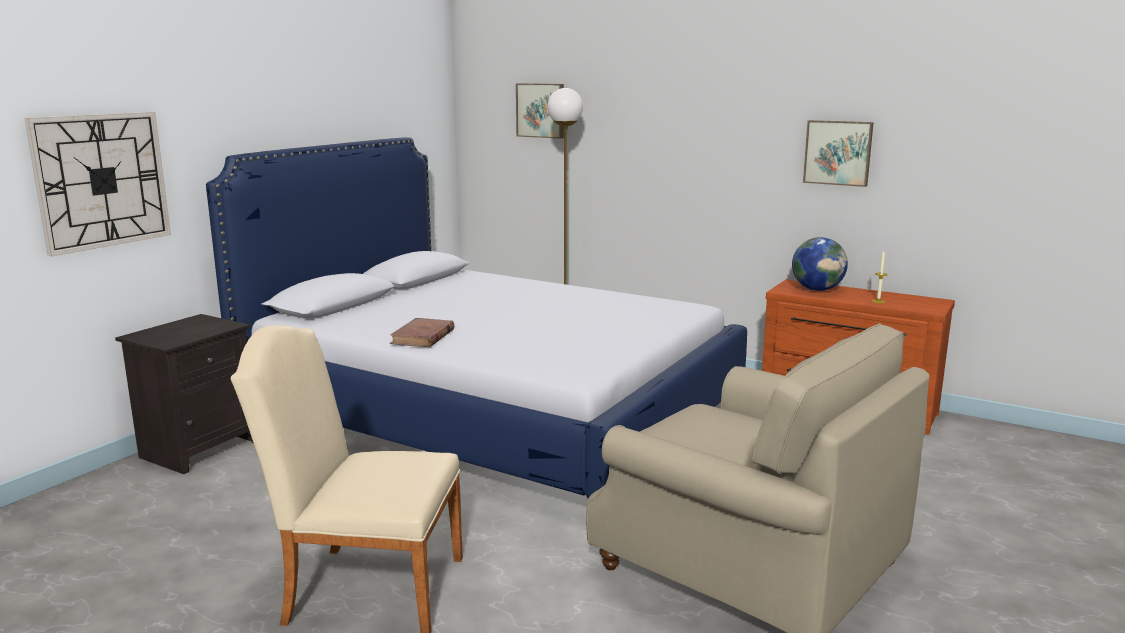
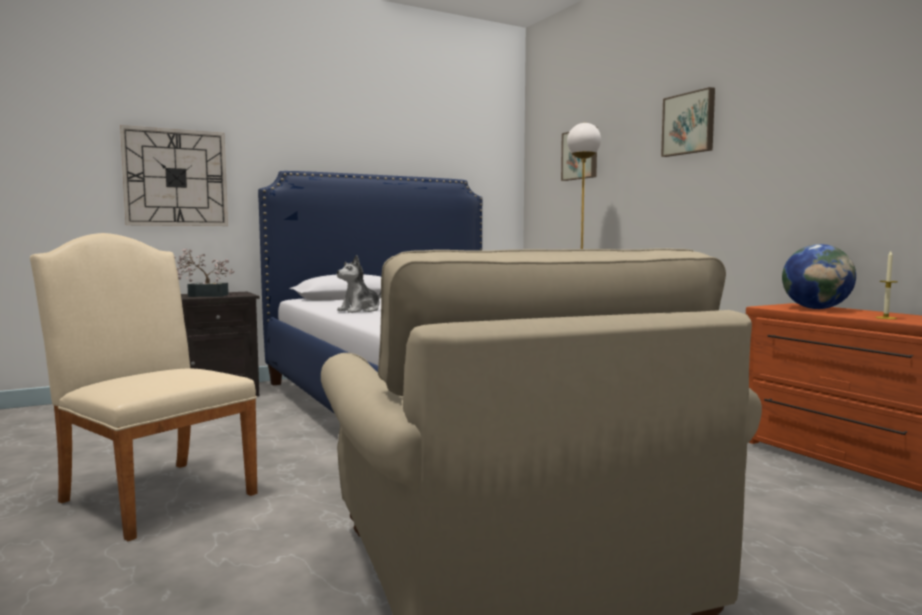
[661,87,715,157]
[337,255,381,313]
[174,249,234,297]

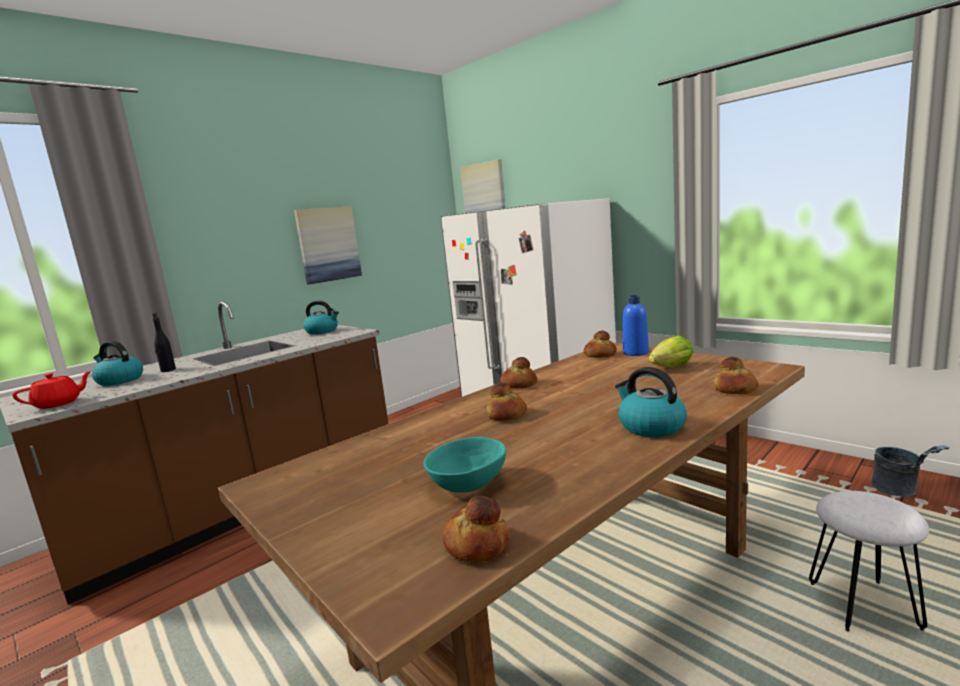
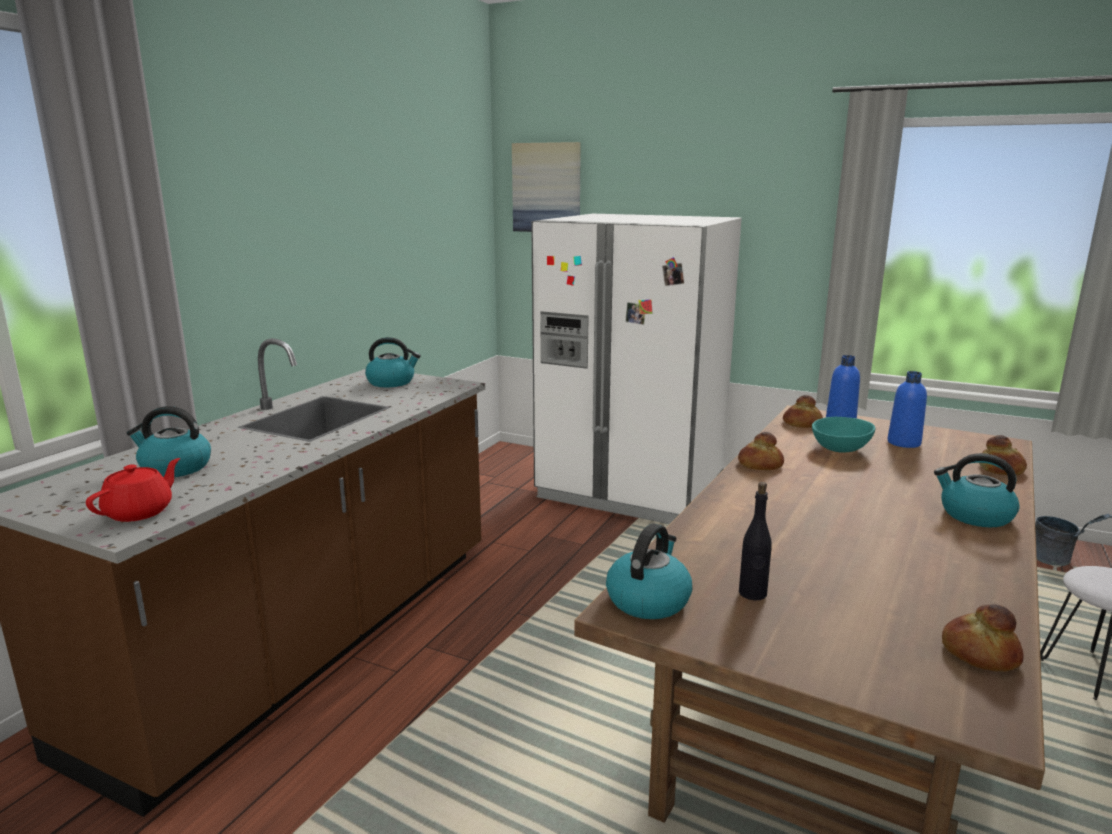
[294,206,362,284] (first image)
[739,482,772,600]
[887,371,927,448]
[487,382,527,421] (first image)
[812,417,875,453]
[606,523,692,619]

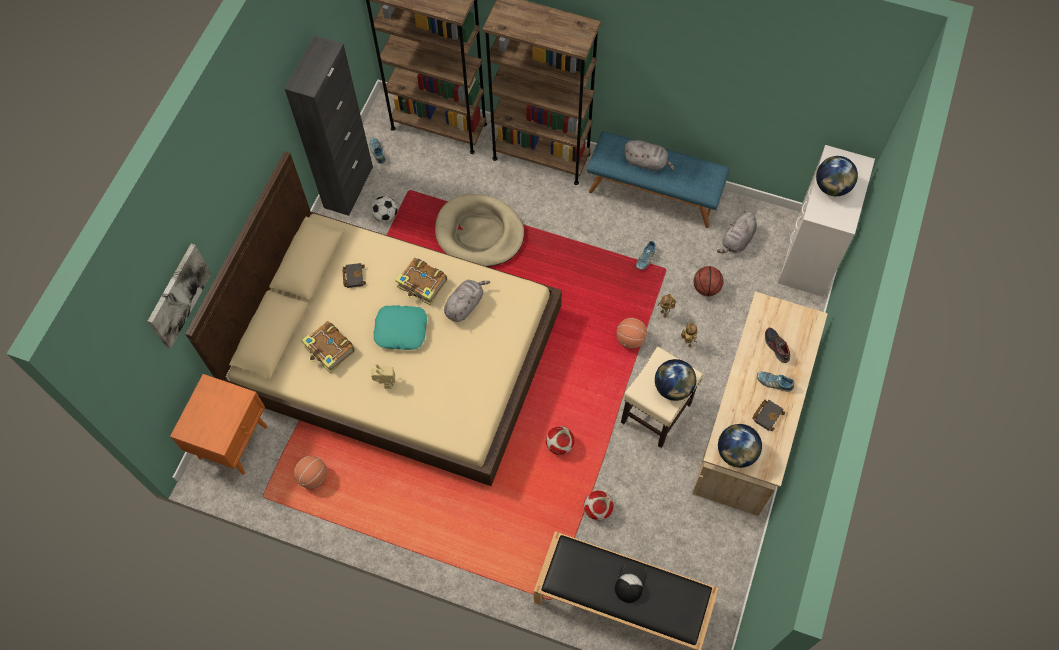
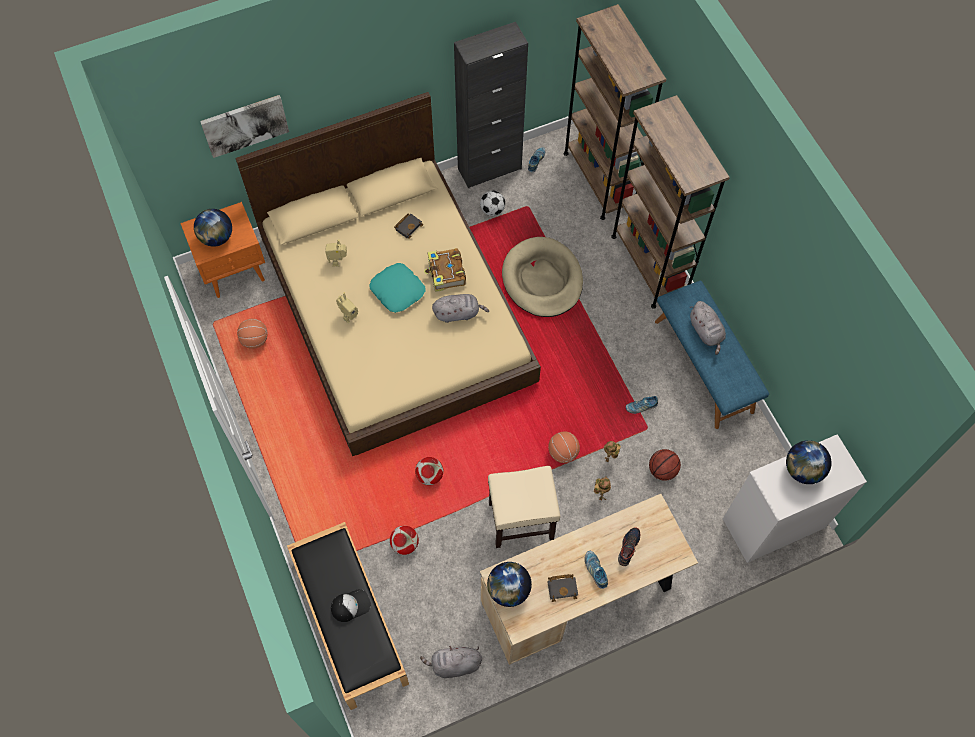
[420,646,482,678]
[325,239,347,267]
[194,209,232,247]

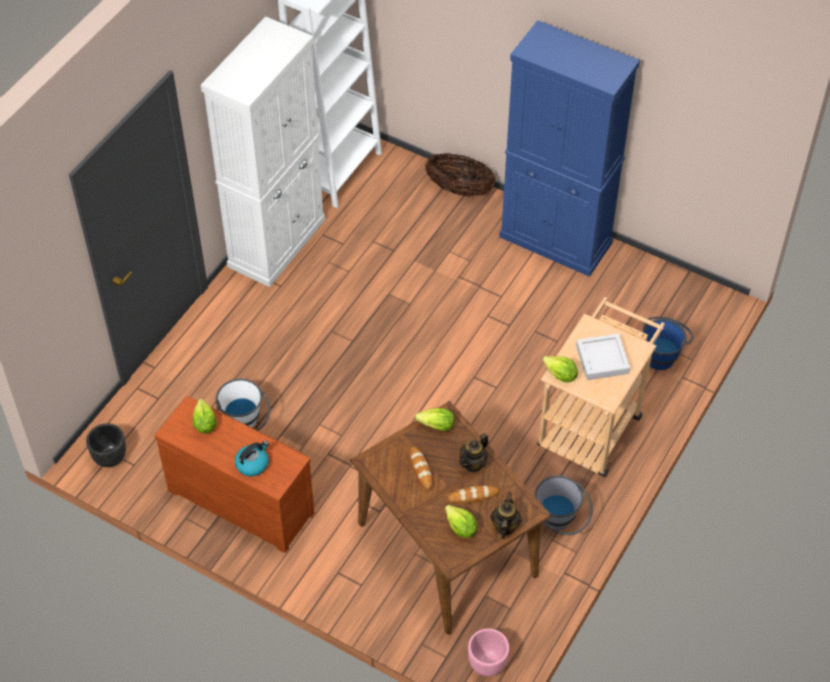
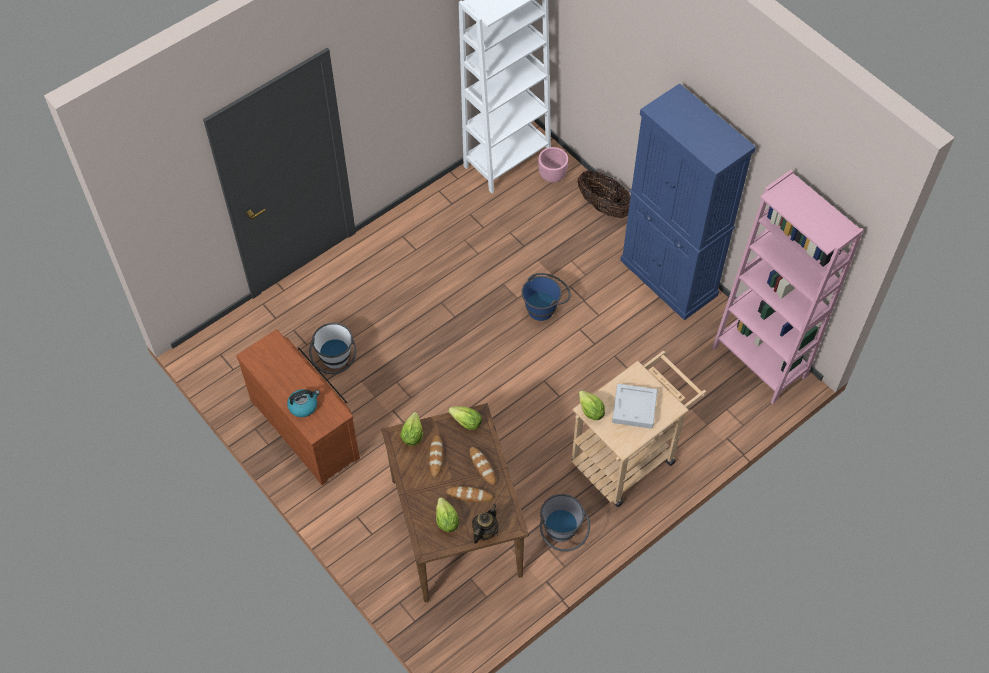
[201,17,325,287] (first image)
[521,273,571,321]
[400,412,423,446]
[86,423,126,467] (first image)
[470,447,496,485]
[538,147,568,182]
[712,170,864,404]

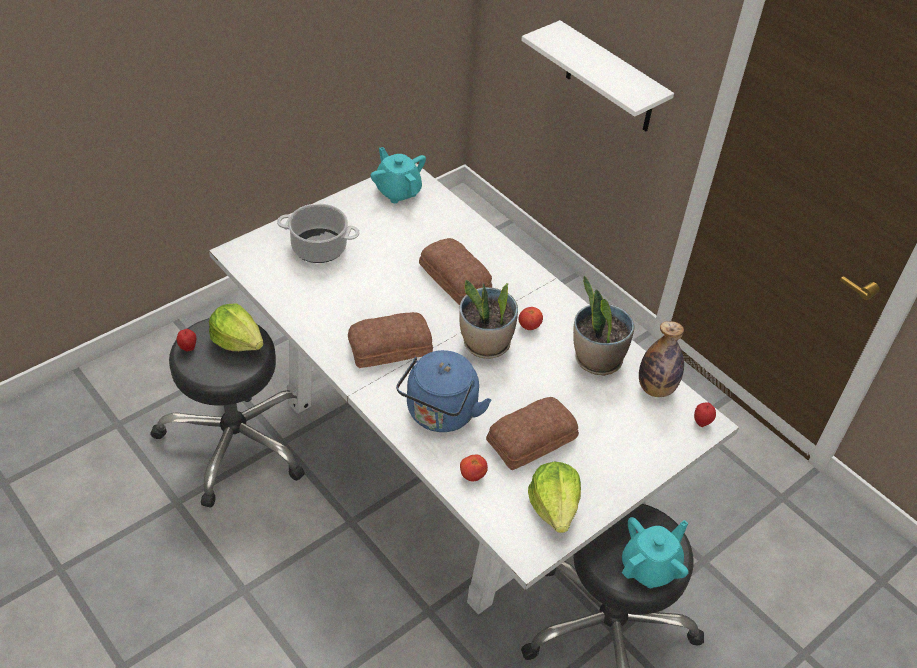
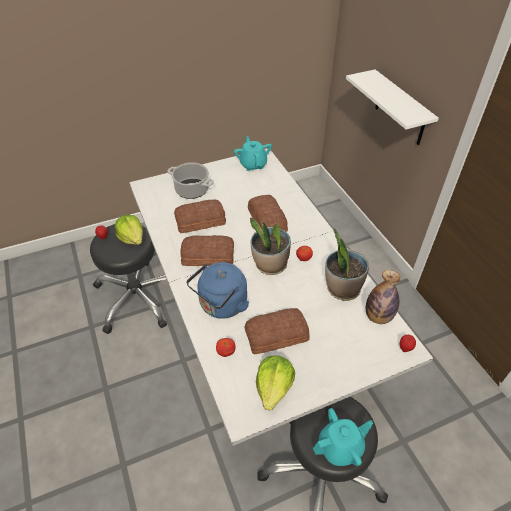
[174,199,226,233]

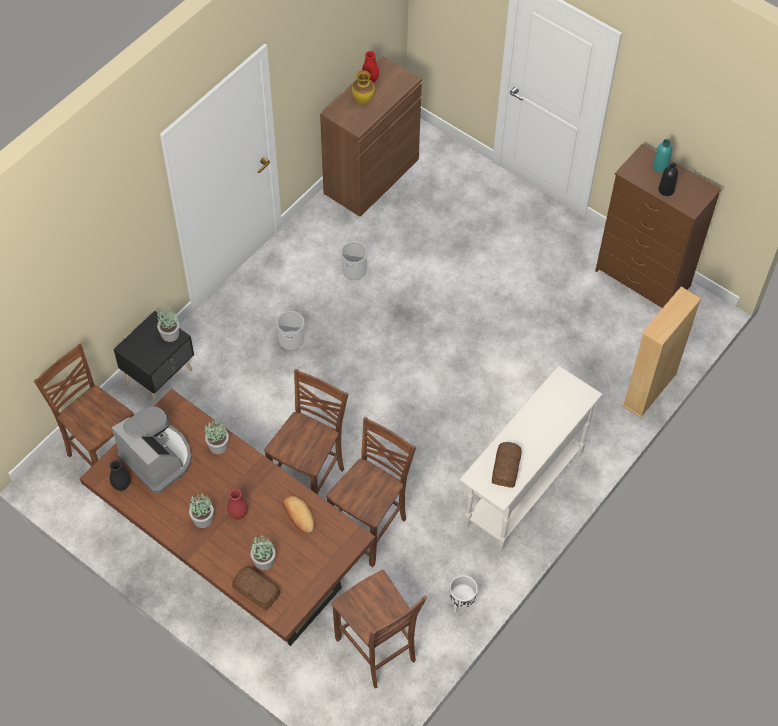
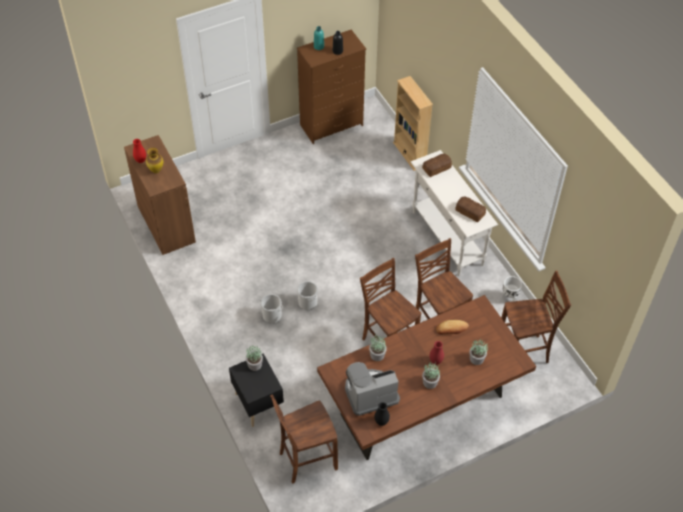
[297,281,318,310]
[422,154,452,177]

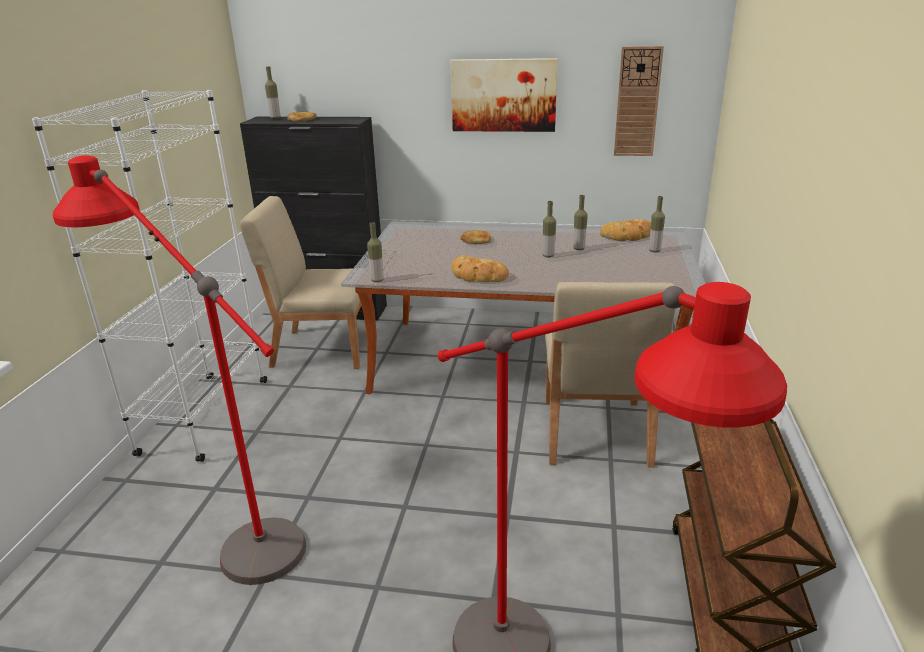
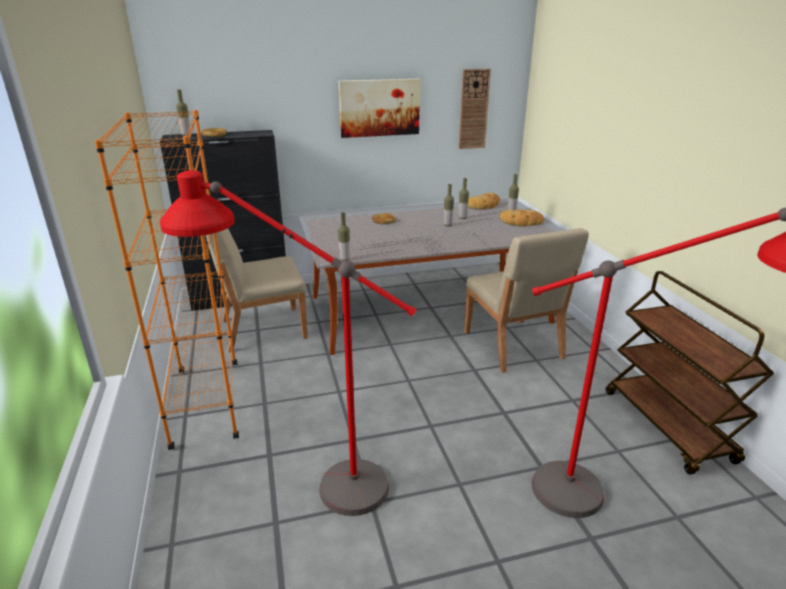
[95,110,239,450]
[500,210,545,226]

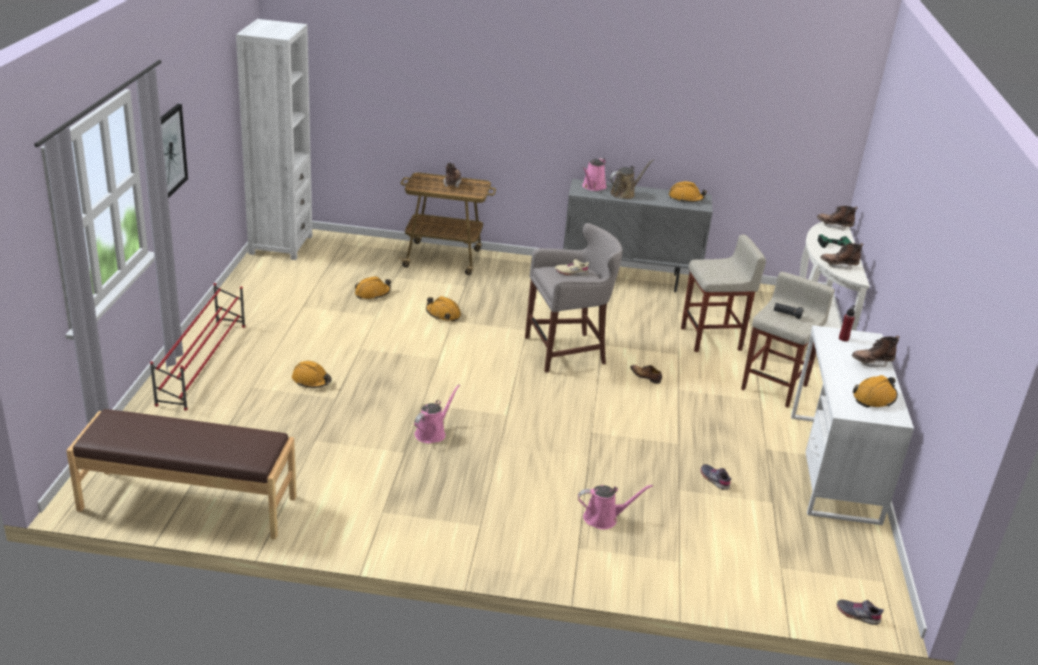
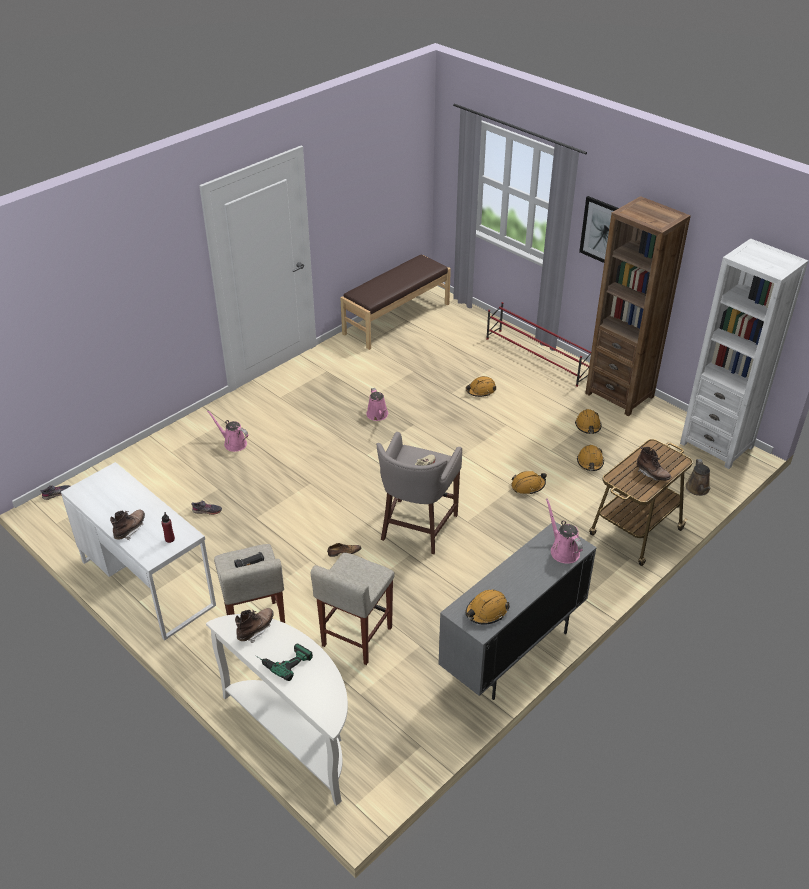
[685,459,711,496]
[817,206,858,231] (first image)
[575,409,601,434]
[207,410,248,452]
[585,196,691,416]

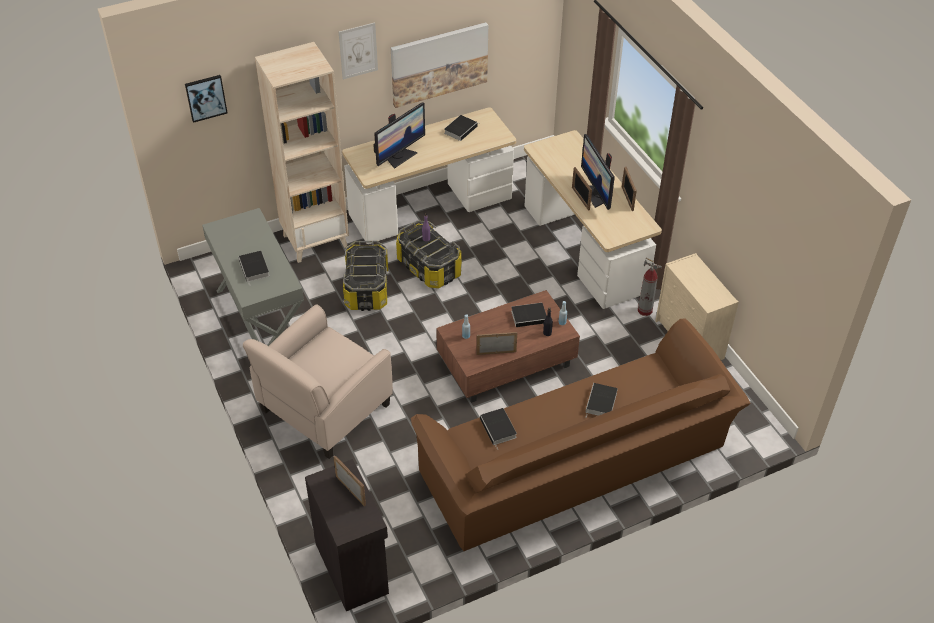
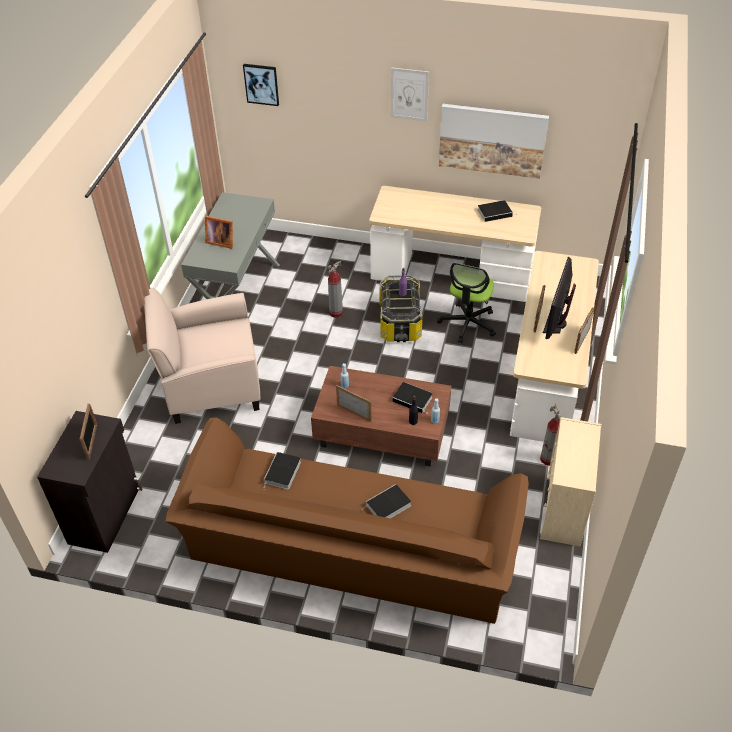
[255,42,349,263] (first image)
[373,102,425,169] (first image)
[327,261,343,318]
[205,216,233,249]
[437,263,496,343]

